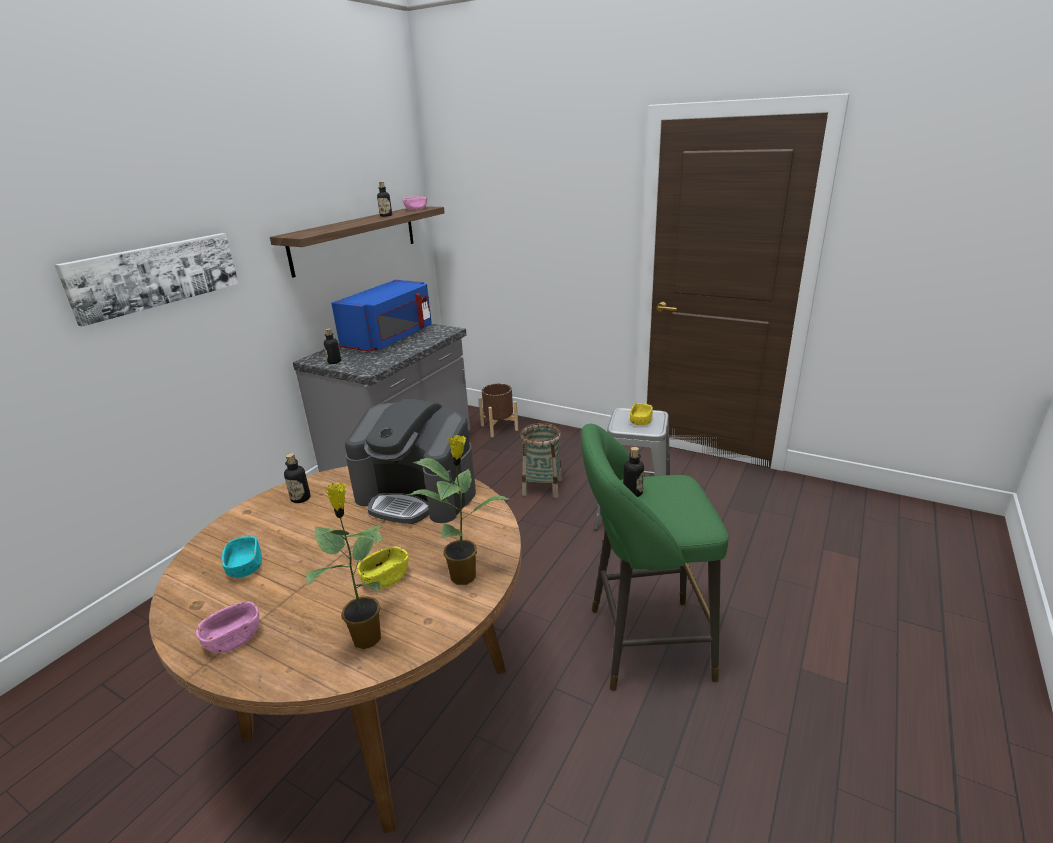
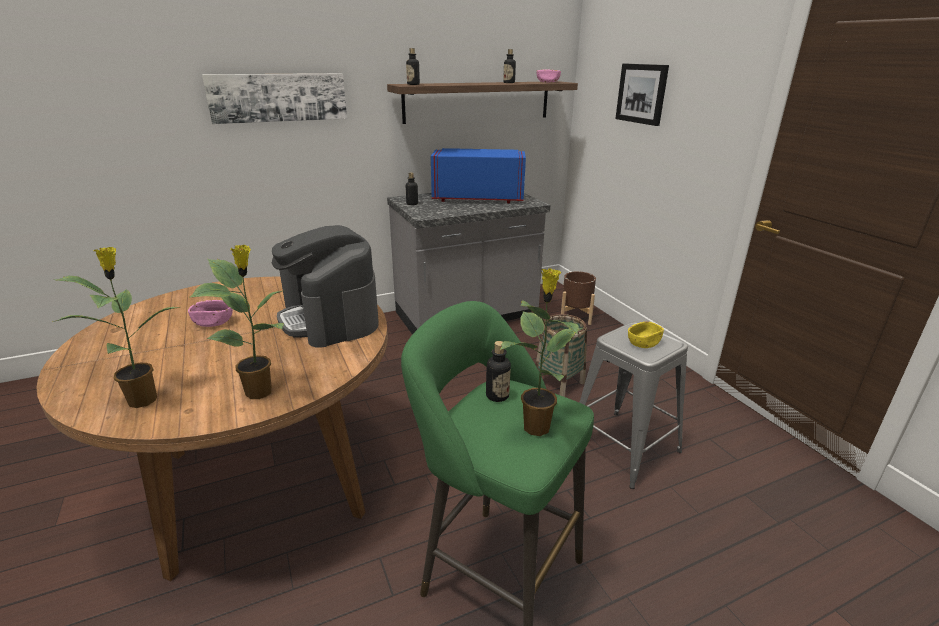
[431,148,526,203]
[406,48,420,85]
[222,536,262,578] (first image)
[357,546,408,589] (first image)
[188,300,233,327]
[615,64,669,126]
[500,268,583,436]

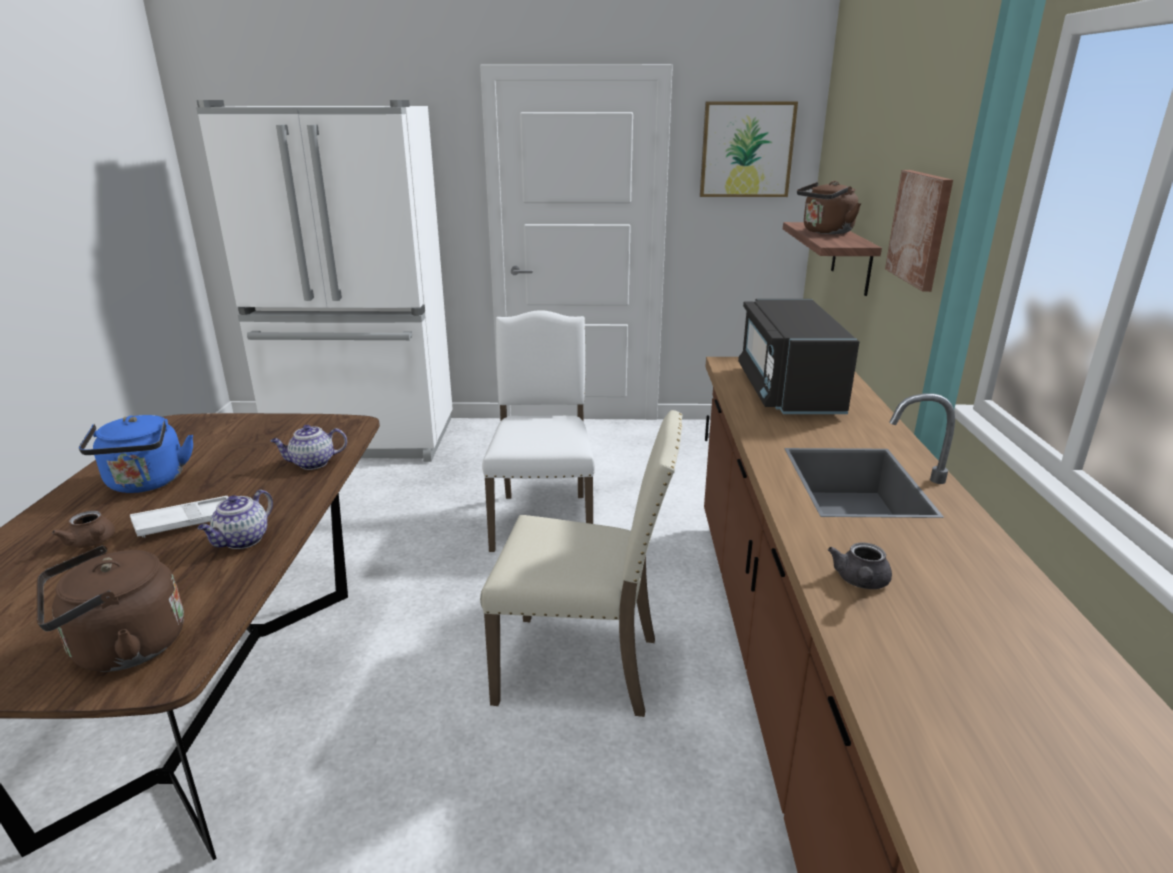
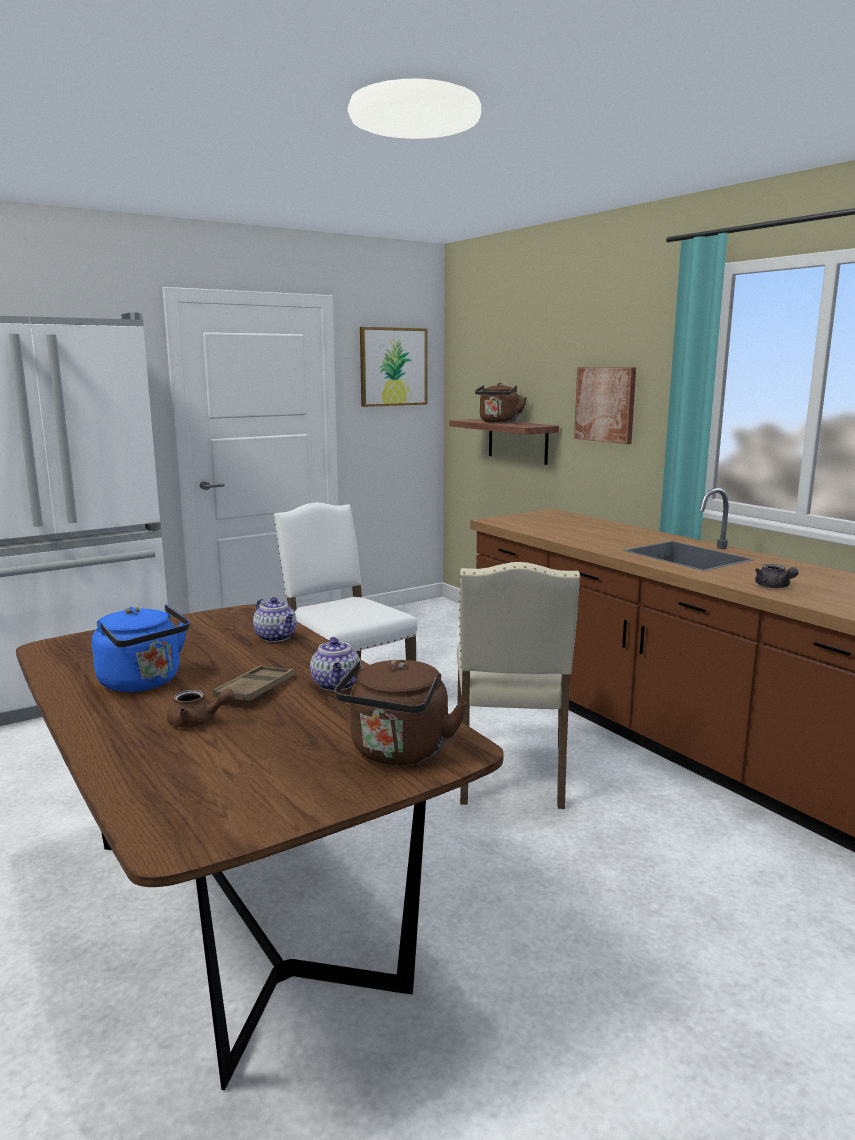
[738,299,859,414] (first image)
[457,562,580,809]
[253,597,297,642]
[213,665,295,704]

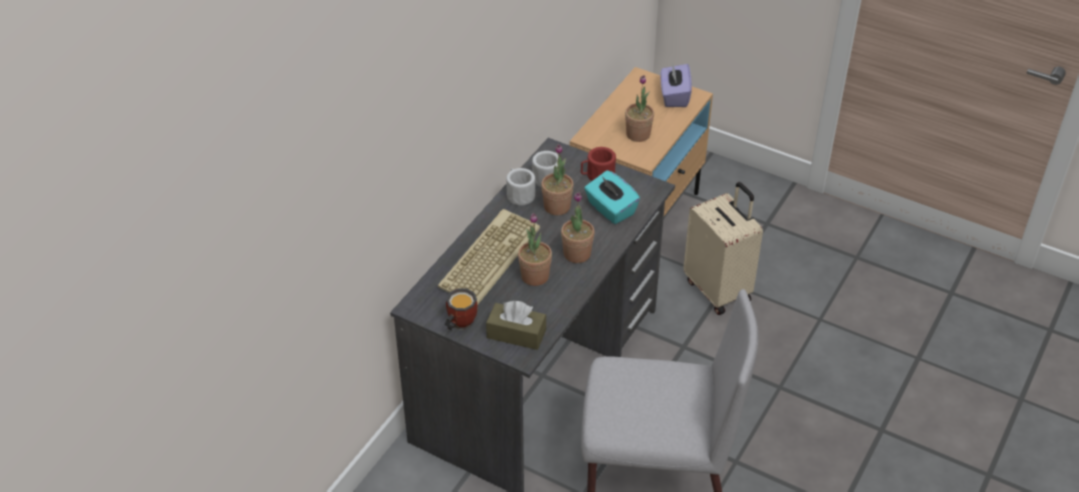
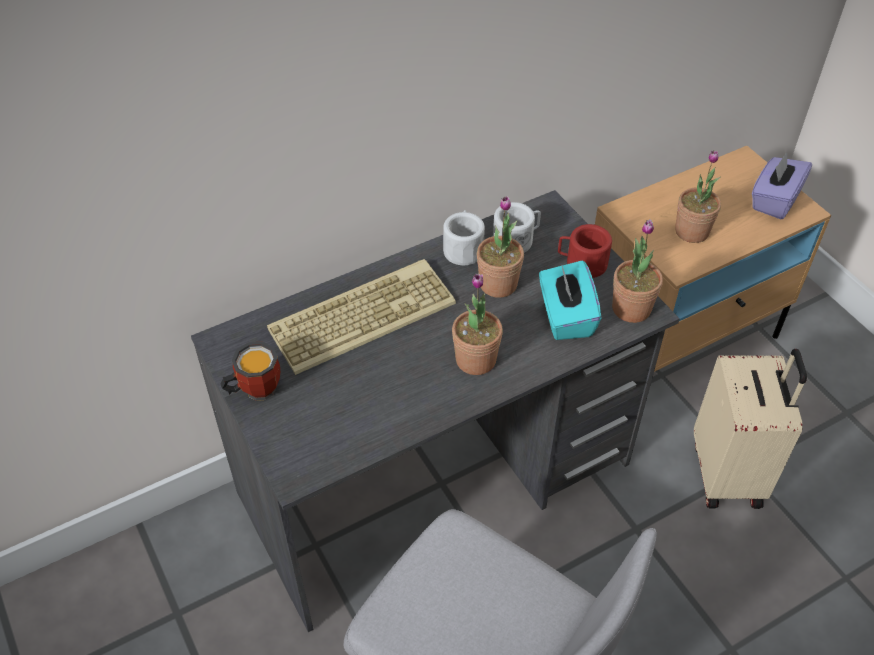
[612,219,663,323]
[486,301,546,350] (first image)

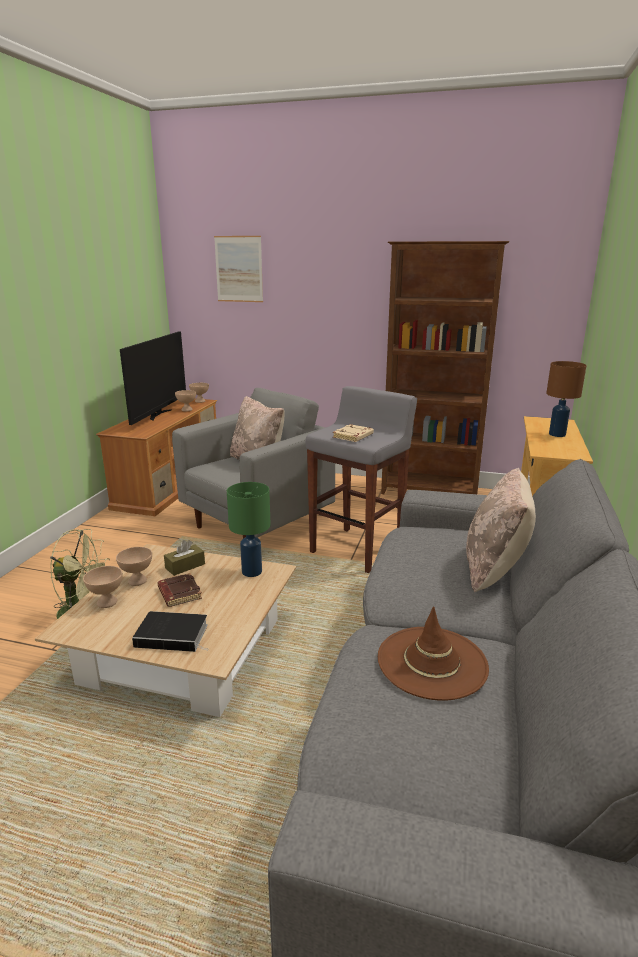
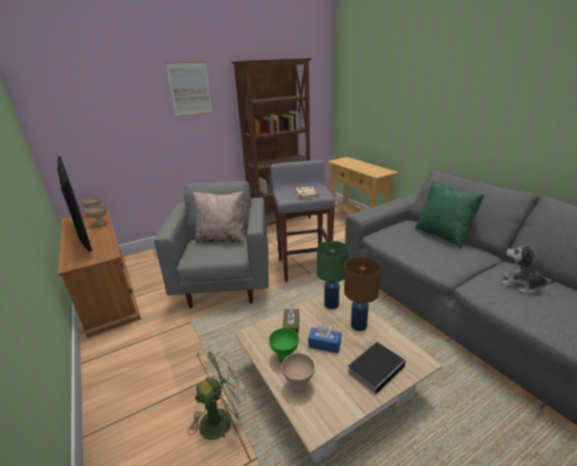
[166,61,213,117]
[344,257,381,331]
[415,180,485,248]
[269,328,299,363]
[308,324,341,353]
[501,243,557,294]

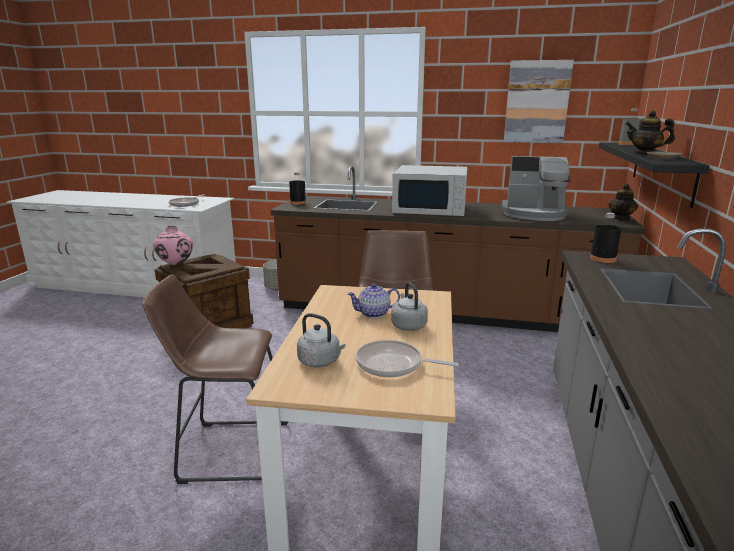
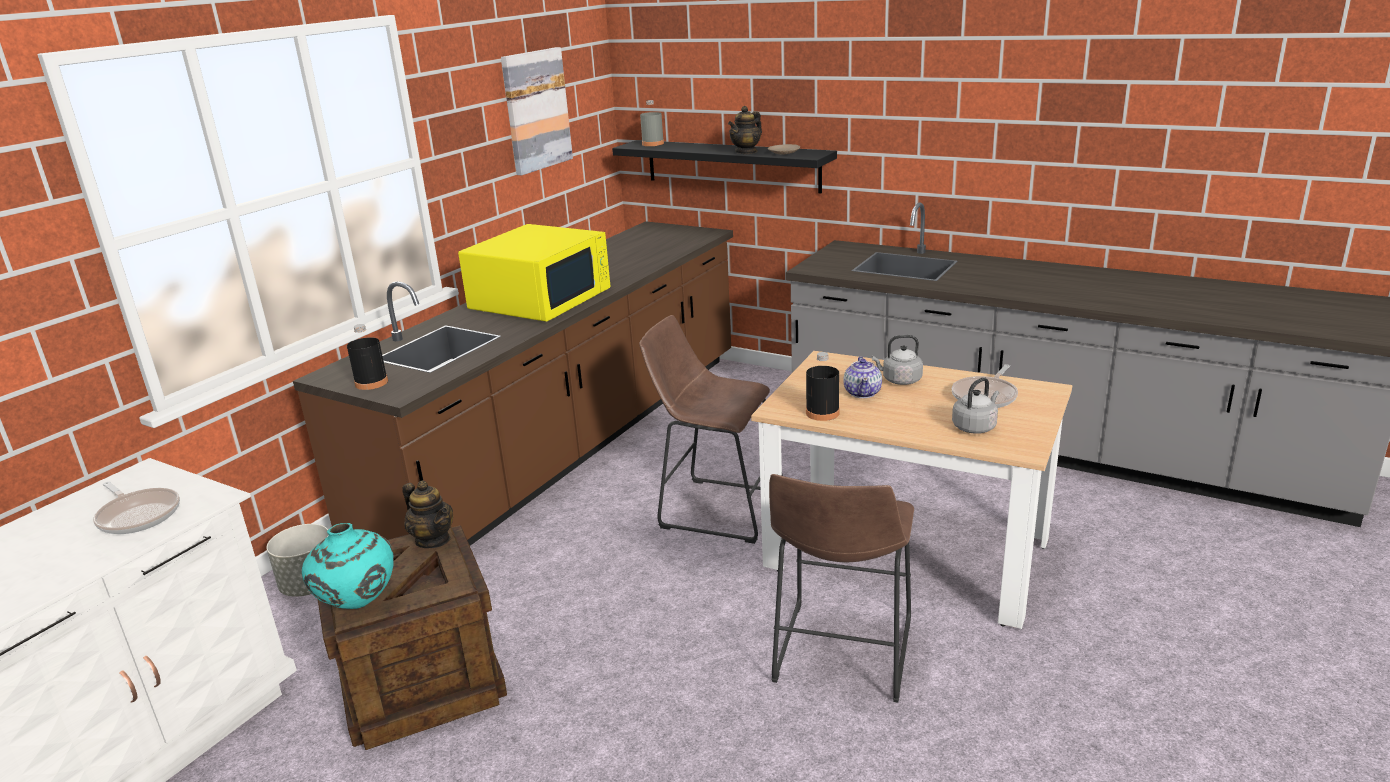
[502,156,570,221] (first image)
[458,224,610,322]
[402,481,453,548]
[806,352,839,421]
[302,523,394,609]

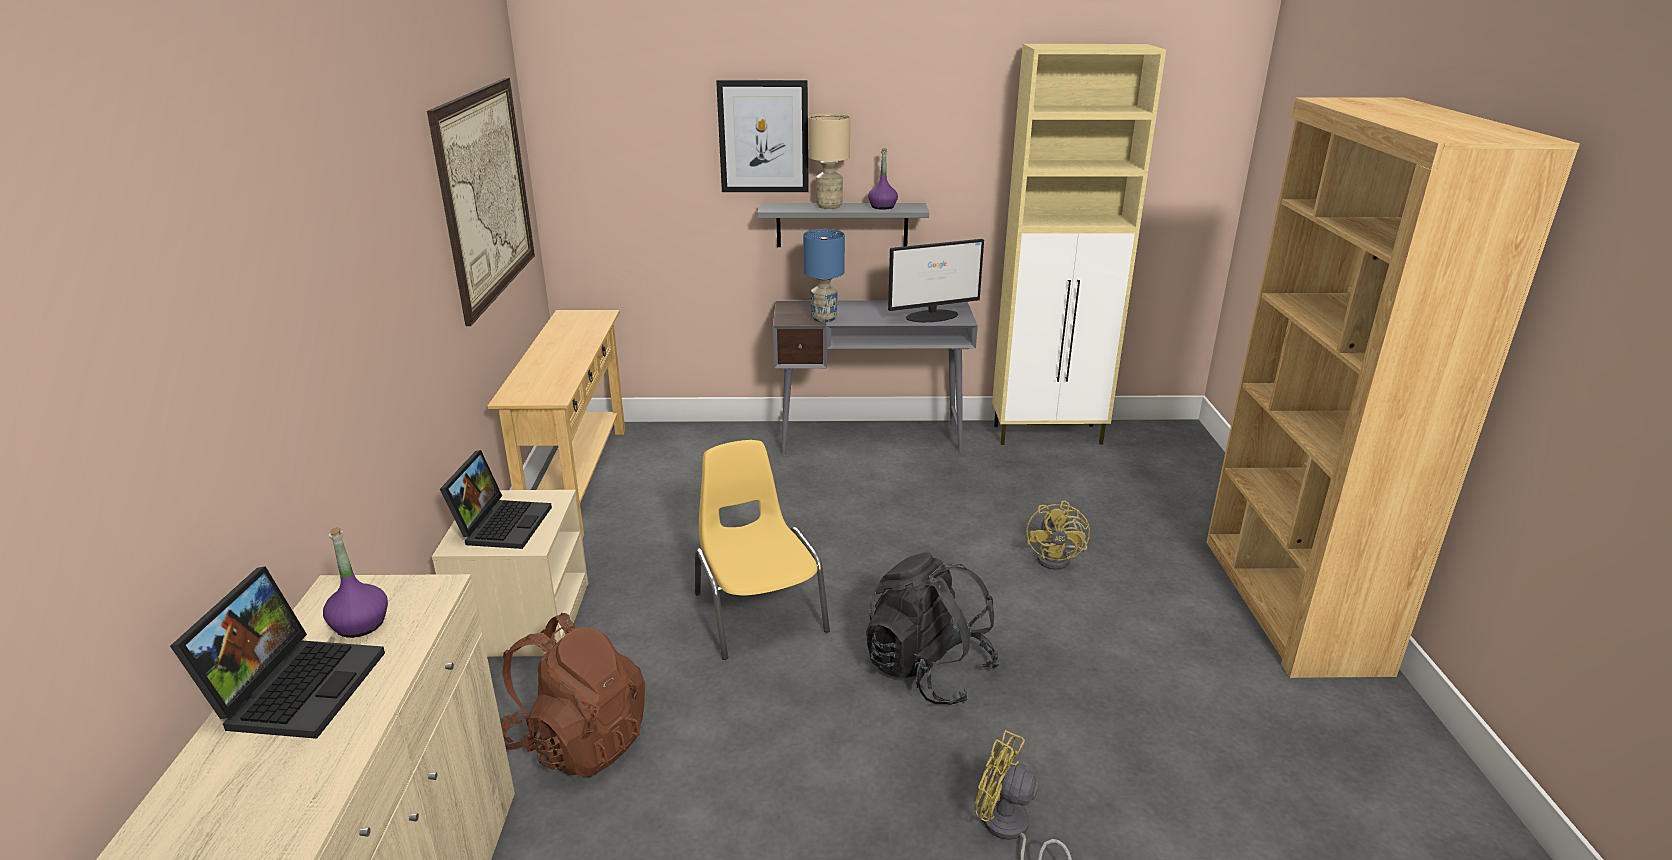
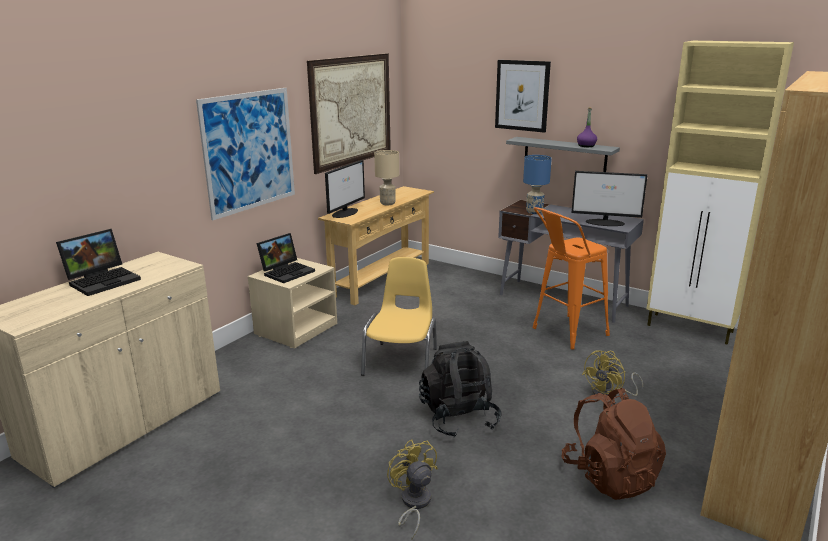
[374,150,399,205]
[323,527,388,638] (first image)
[561,388,666,500]
[196,88,295,220]
[325,160,365,218]
[532,207,610,349]

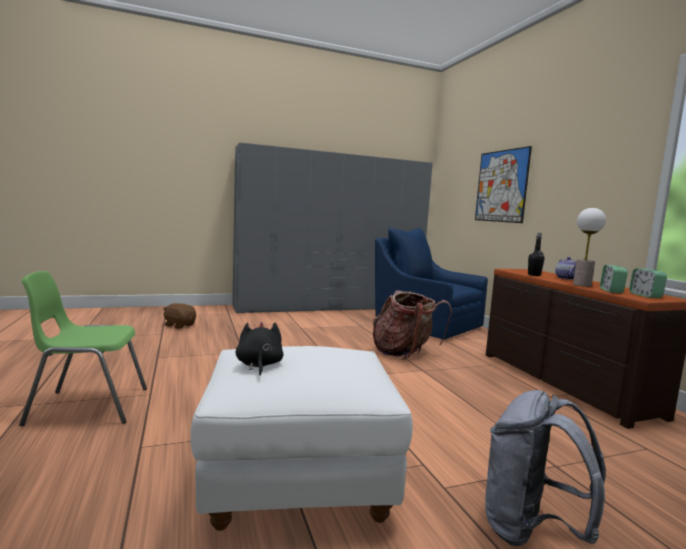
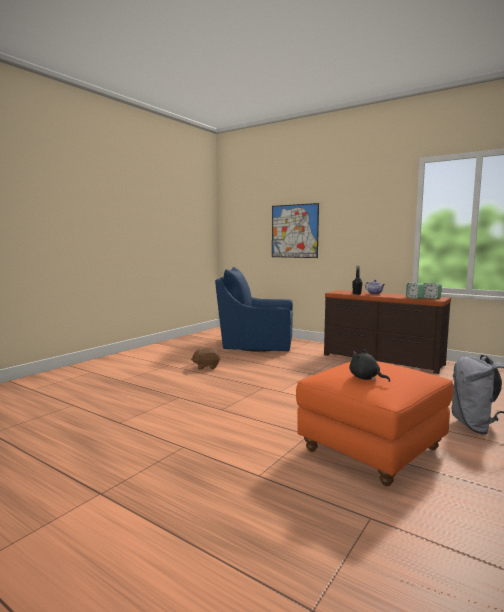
[232,143,433,313] (first image)
[573,208,606,287] (first image)
[19,271,147,426] (first image)
[373,290,452,360] (first image)
[191,348,221,370]
[296,361,453,486]

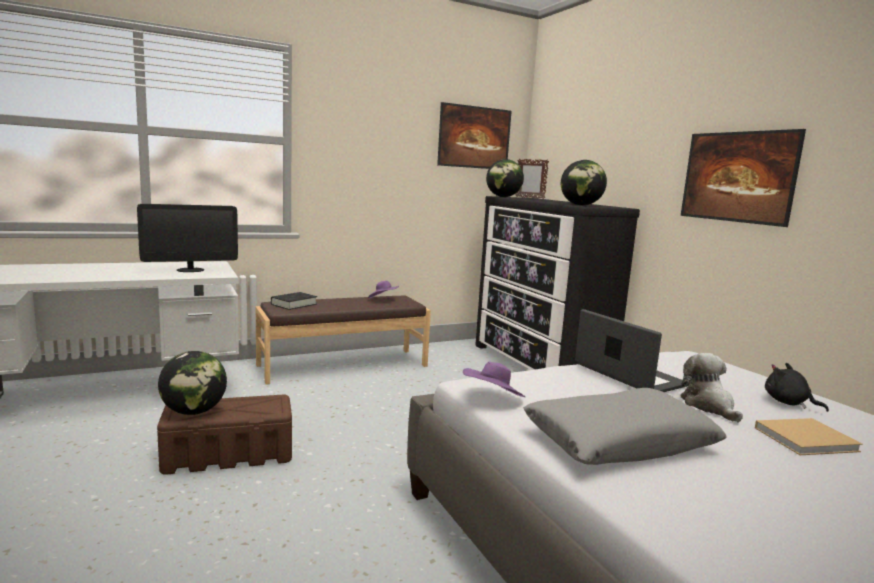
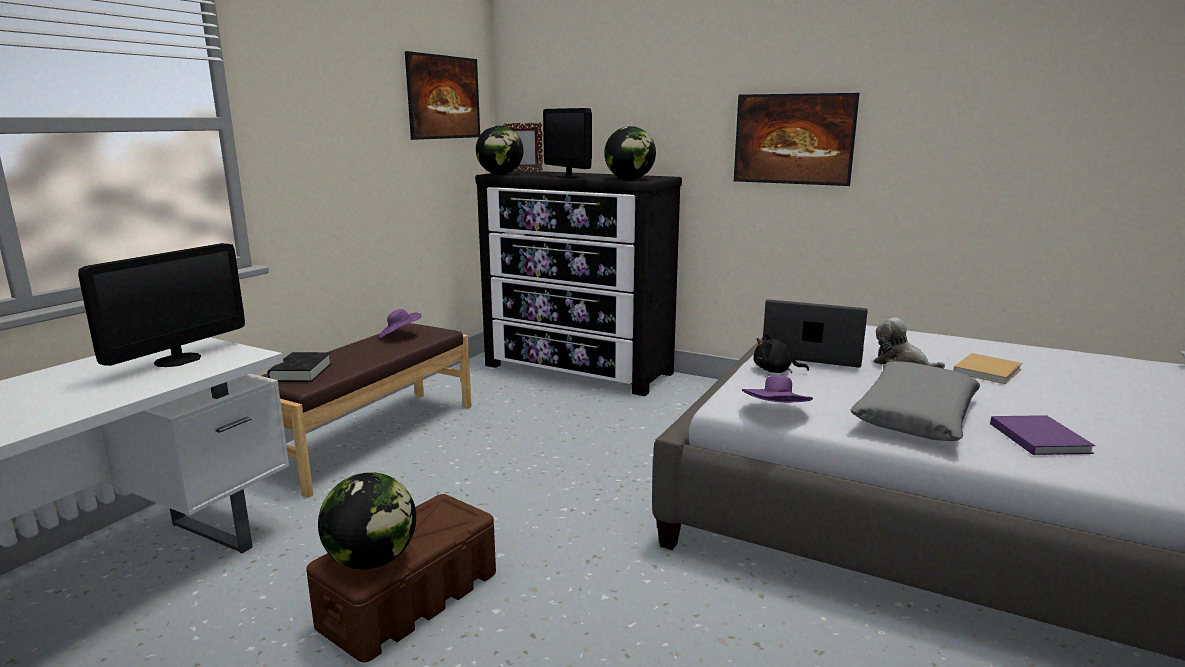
[753,333,809,373]
[543,108,592,178]
[990,415,1095,455]

